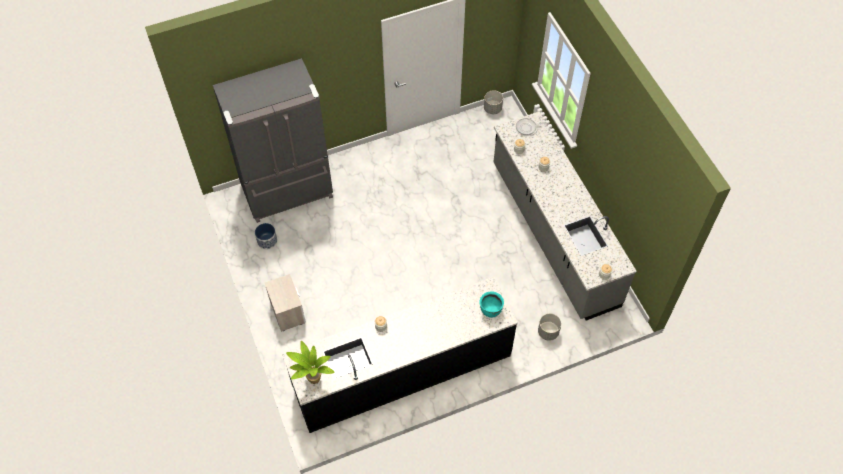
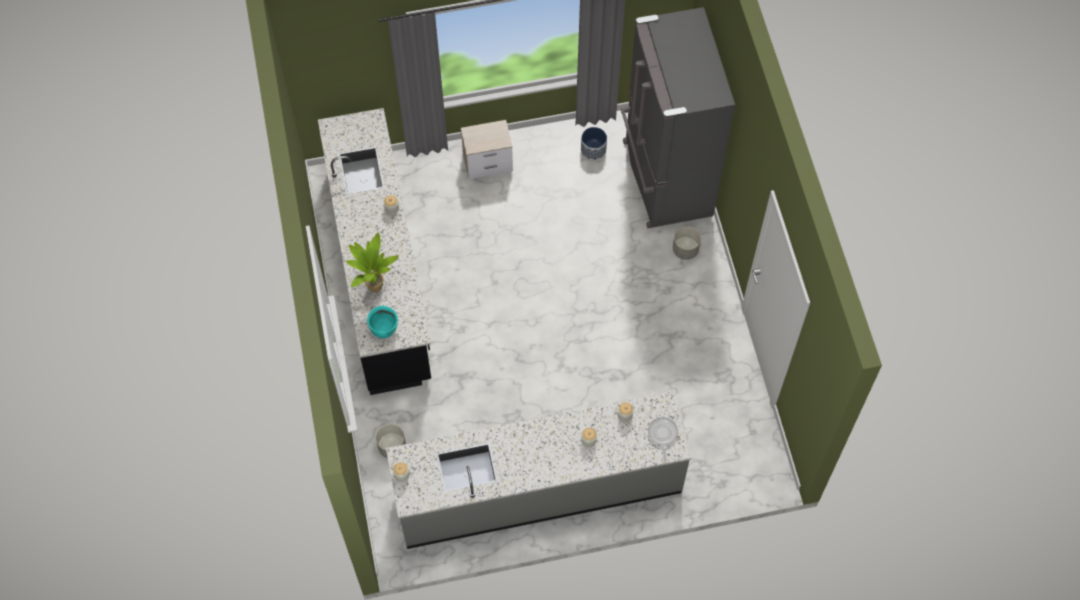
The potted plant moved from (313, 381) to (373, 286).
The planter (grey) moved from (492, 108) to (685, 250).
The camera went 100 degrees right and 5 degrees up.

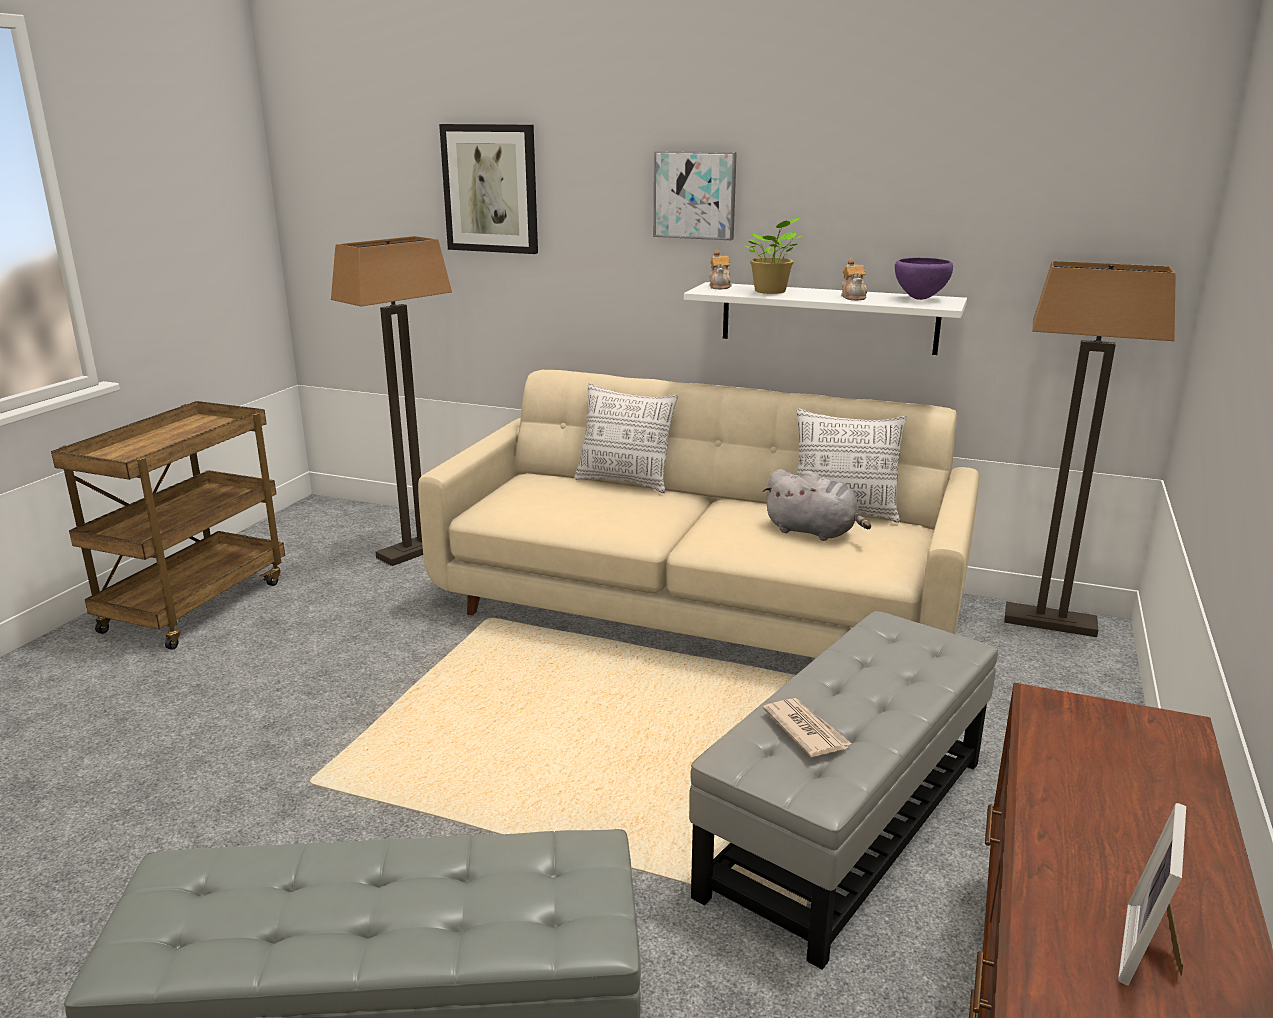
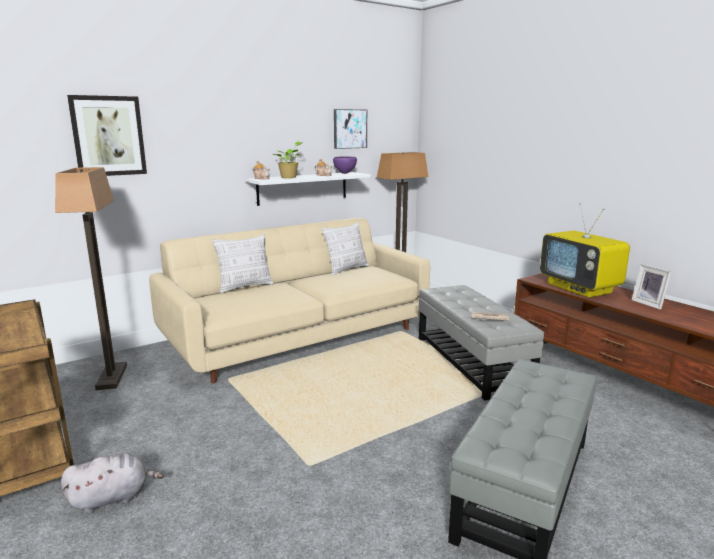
The television at (580, 288) appeared.
The picture moved from (695, 195) to (349, 129).
The plush toy (grey) moved from (814, 532) to (113, 498).
The camera went 55 degrees left and 5 degrees down.

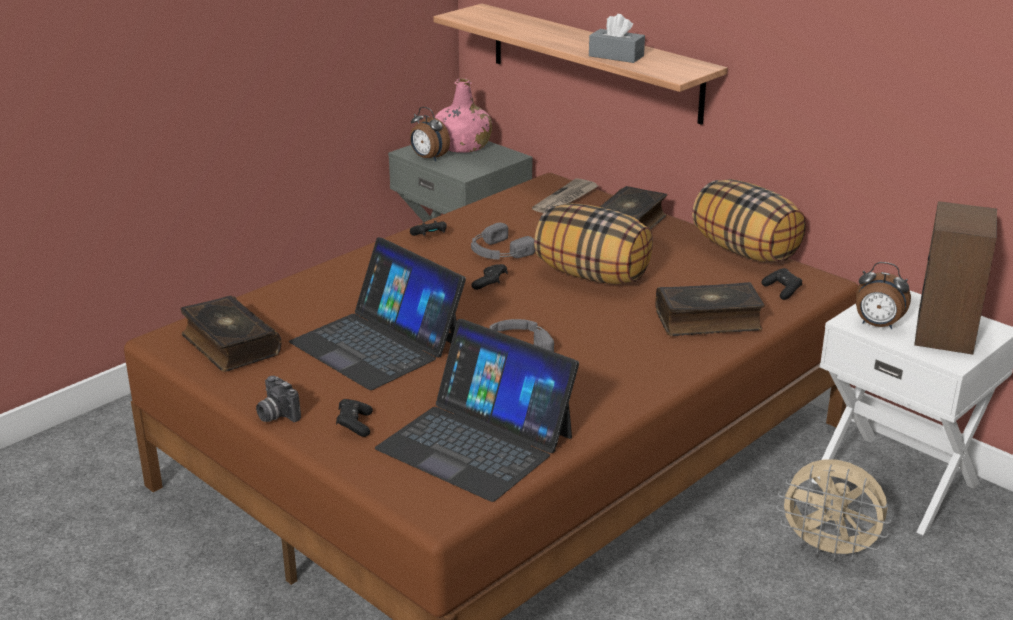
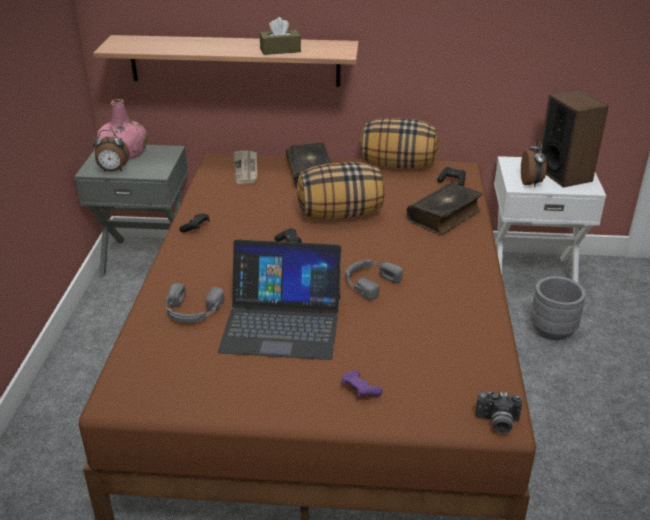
The book at (229, 345) disappeared.
The laptop at (476, 442) disappeared.
The photo camera moved from (276, 415) to (497, 423).
The headphones (grey) moved from (498, 251) to (192, 311).
The fan (beige) at (829, 550) was replaced by the planter (grey) at (552, 330).
The game controller (black) at (354, 425) became the game controller (purple) at (359, 391).
The tissue box (grey) at (616, 56) became the tissue box (brown) at (280, 50).
The alarm clock at (877, 325) turned 75 degrees counterclockwise.
The camera went 40 degrees left and 5 degrees up.

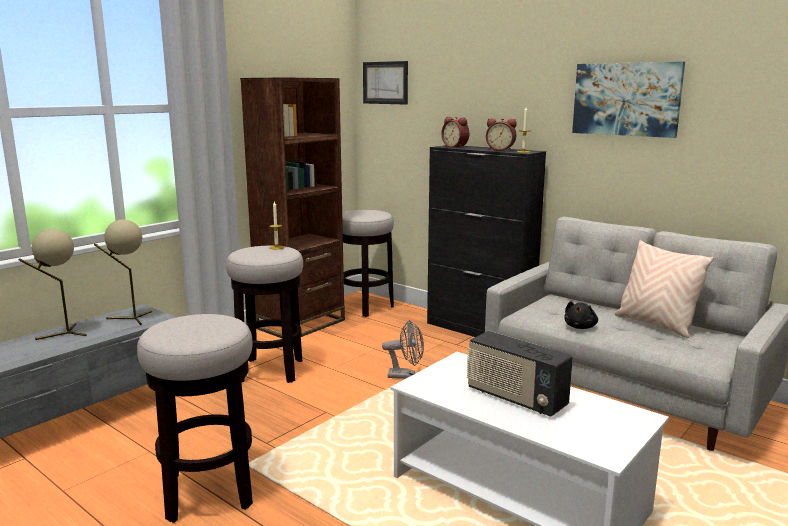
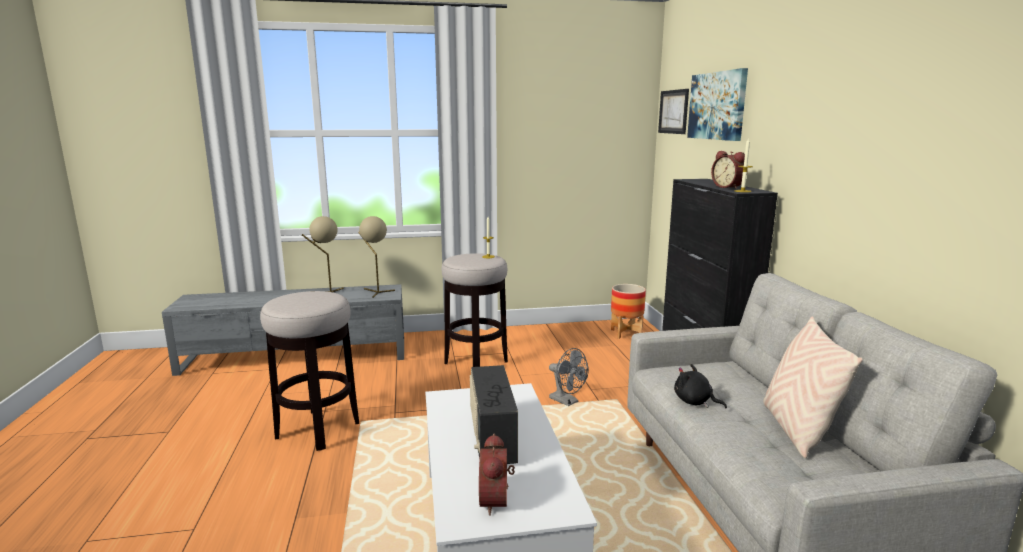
The bookcase (brown) at (301, 324) disappeared.
The alarm clock moved from (456, 147) to (497, 501).
The picture moved from (626, 99) to (717, 106).
The stool at (365, 307) was replaced by the planter at (626, 333).
The plush toy (black) at (580, 327) turned 60 degrees clockwise.
The camera went 40 degrees right and 0 degrees up.

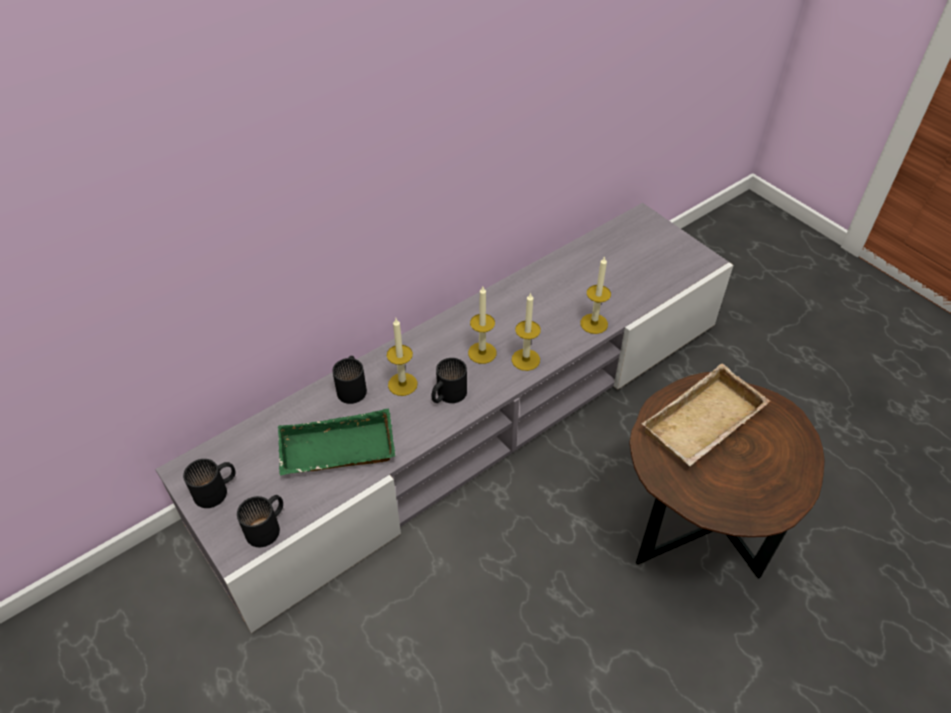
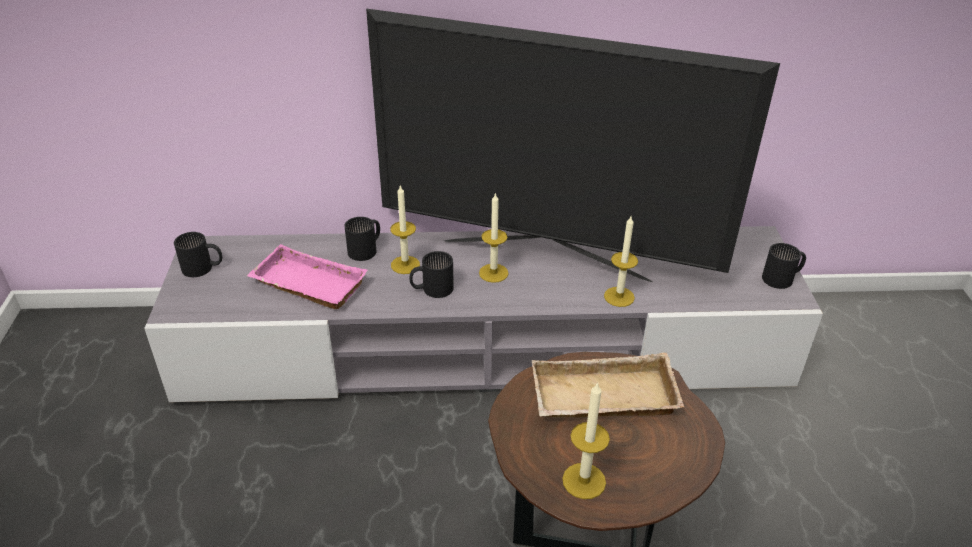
The television at (546, 258) appeared.
The mug (black) moved from (268, 527) to (783, 278).
The candle moved from (525, 359) to (584, 481).
The tray (green) at (336, 452) became the tray (pink) at (306, 285).
The camera went 35 degrees right and 10 degrees down.

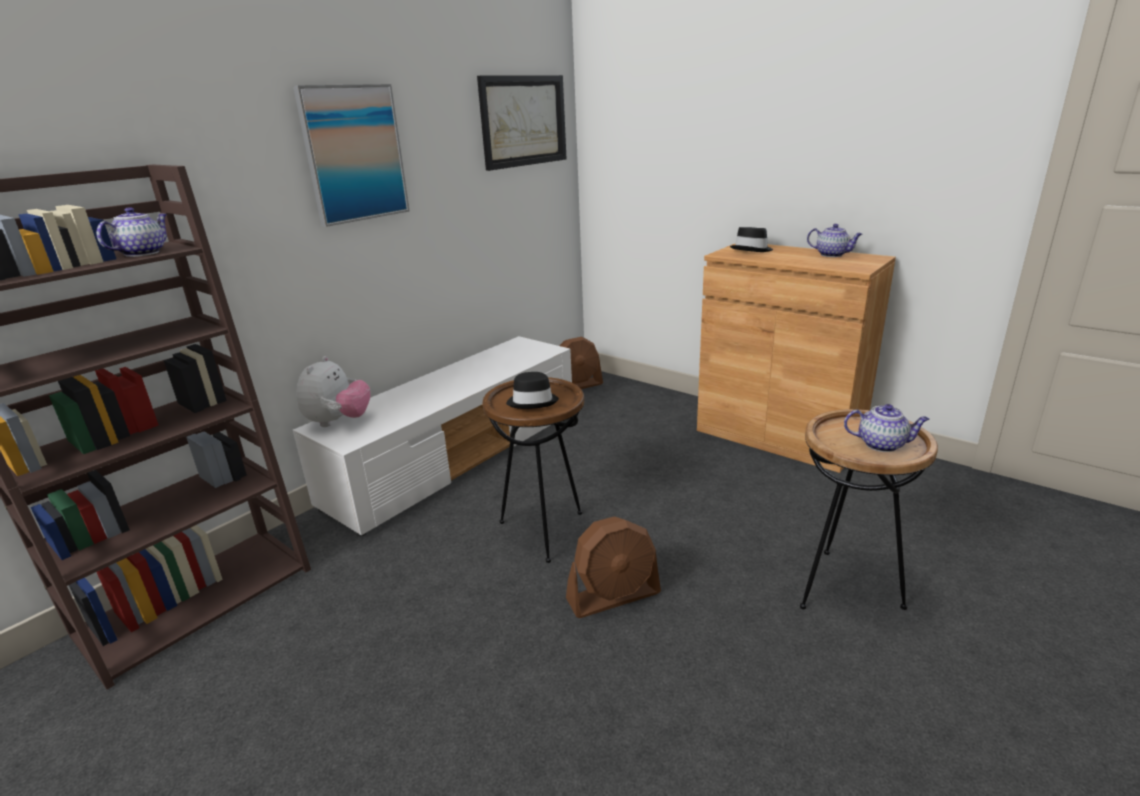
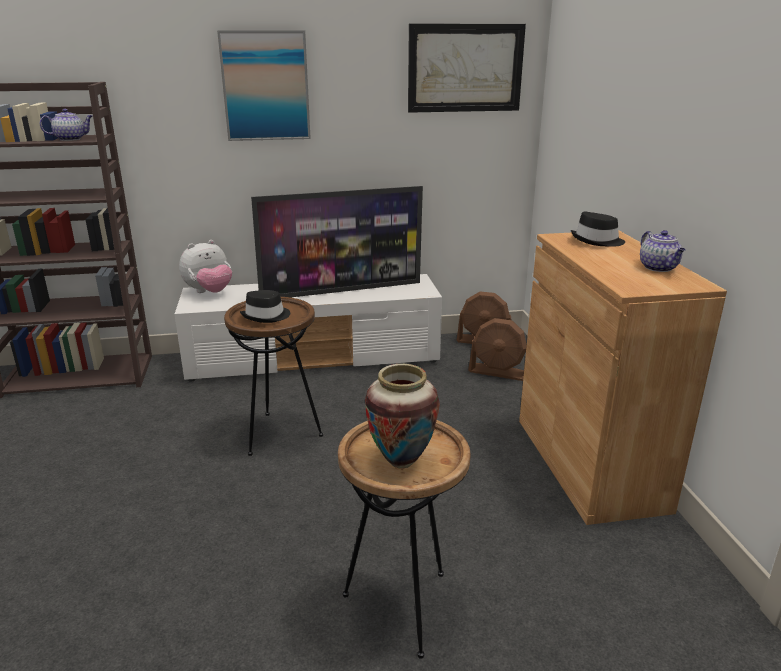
The television at (342, 291) appeared.
The fan (brown) moved from (614, 596) to (499, 372).
The teapot at (882, 444) was replaced by the vase at (401, 462).
The camera went 40 degrees right and 0 degrees up.

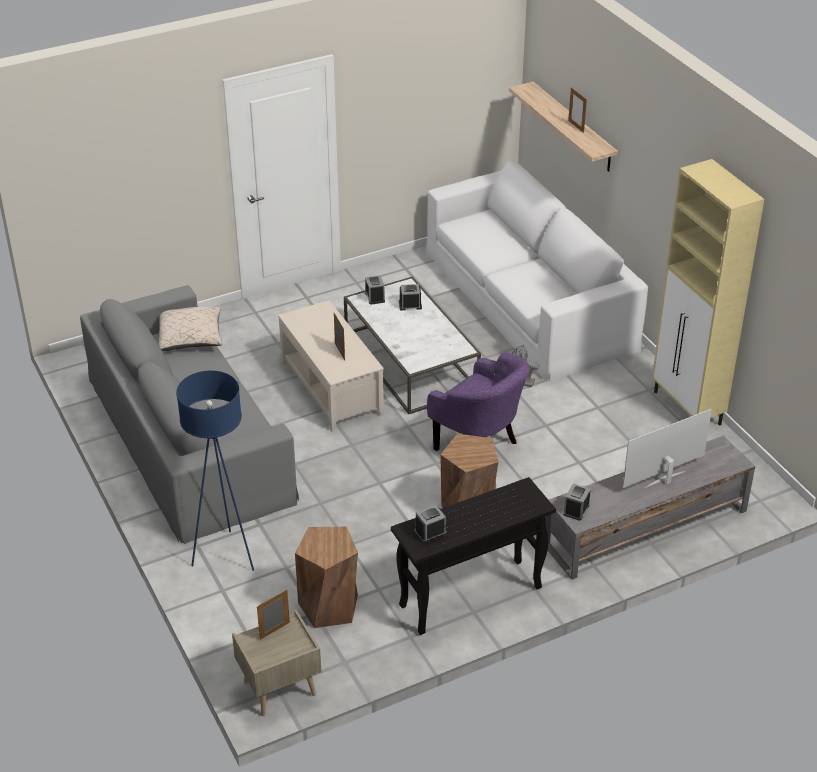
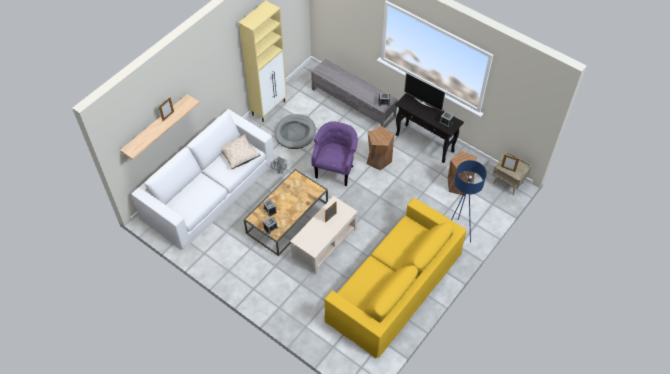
The dog bed (grey) at (295, 133) appeared.
The pillow (beige) moved from (191, 338) to (239, 155).
The television moved from (665, 480) to (423, 102).
The sofa (grey) at (188, 438) became the sofa (yellow) at (394, 286).
The coffee table (white) at (411, 362) became the coffee table (brown) at (287, 218).
The camera went 115 degrees left and 15 degrees up.

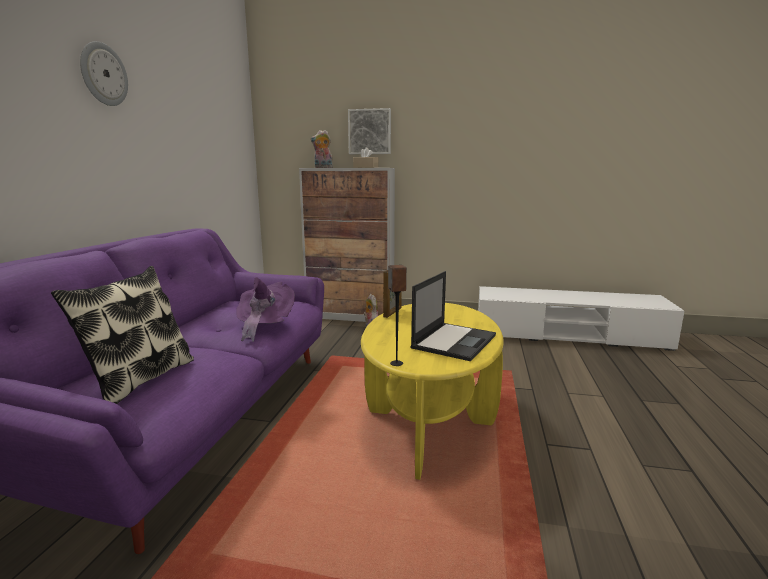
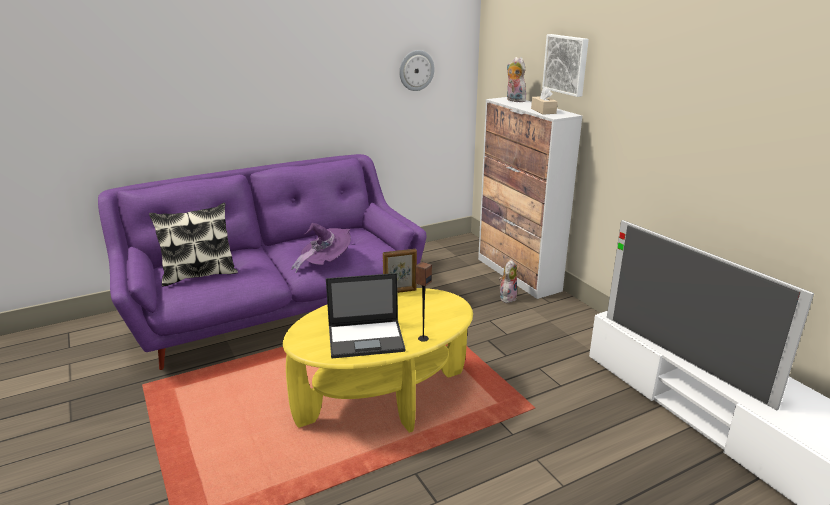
The television at (682, 358) appeared.
The wall clock moved from (103, 74) to (416, 70).
The speaker moved from (396, 363) to (423, 338).
The camera went 50 degrees right and 10 degrees up.

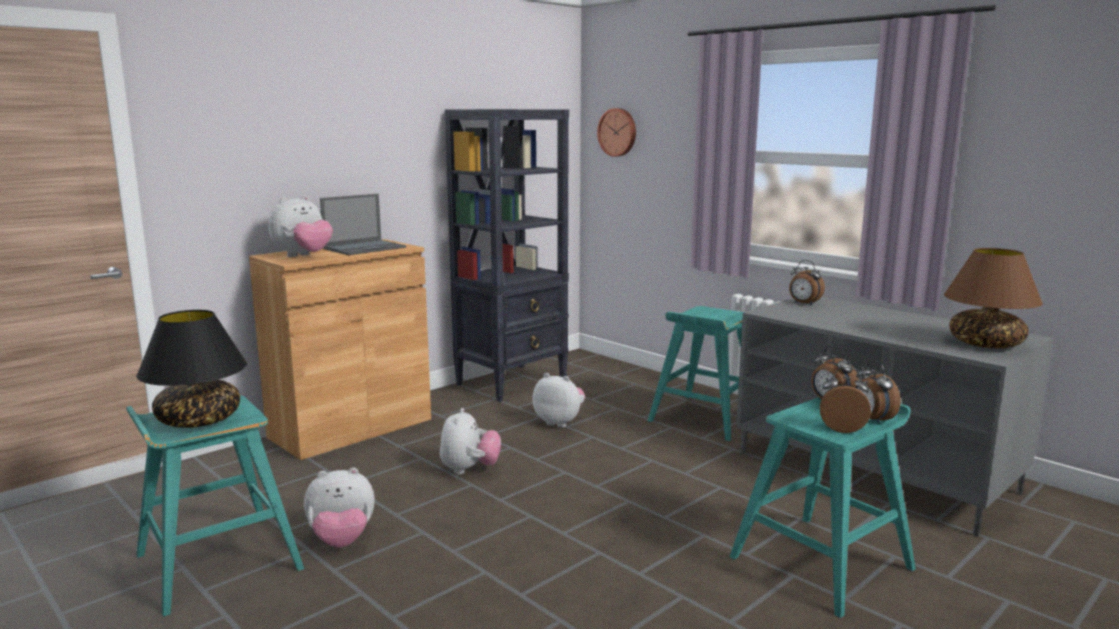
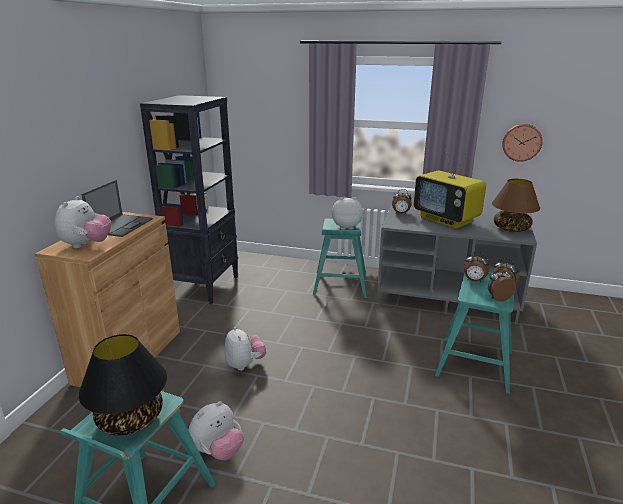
The television at (446, 220) appeared.
The plush toy moved from (559, 422) to (346, 227).
The wall clock moved from (618, 132) to (521, 142).
The camera went 30 degrees left and 10 degrees up.

